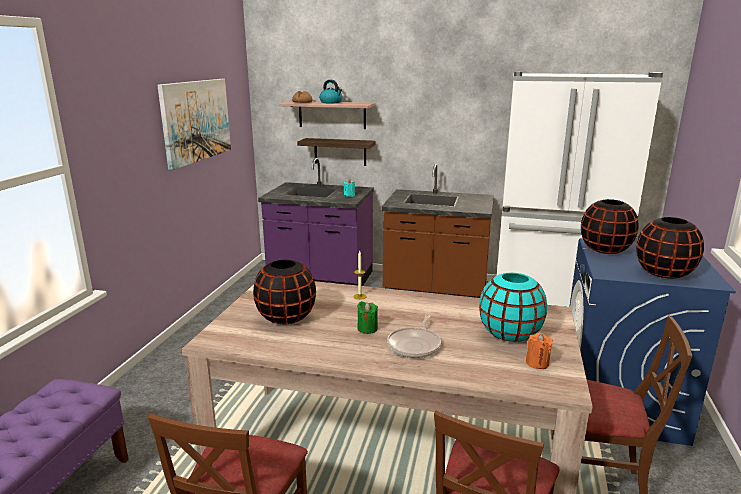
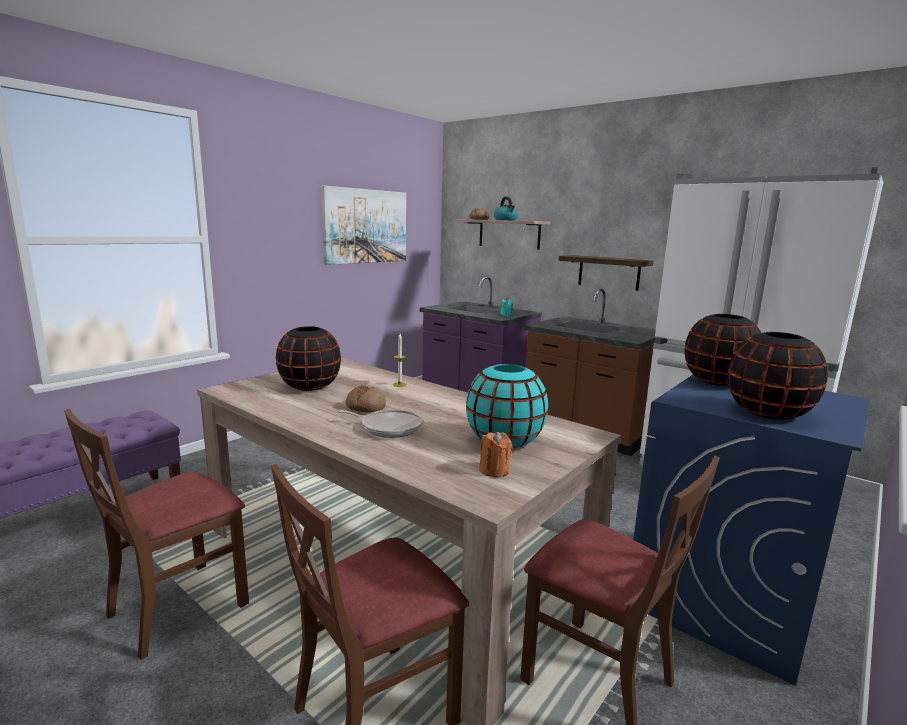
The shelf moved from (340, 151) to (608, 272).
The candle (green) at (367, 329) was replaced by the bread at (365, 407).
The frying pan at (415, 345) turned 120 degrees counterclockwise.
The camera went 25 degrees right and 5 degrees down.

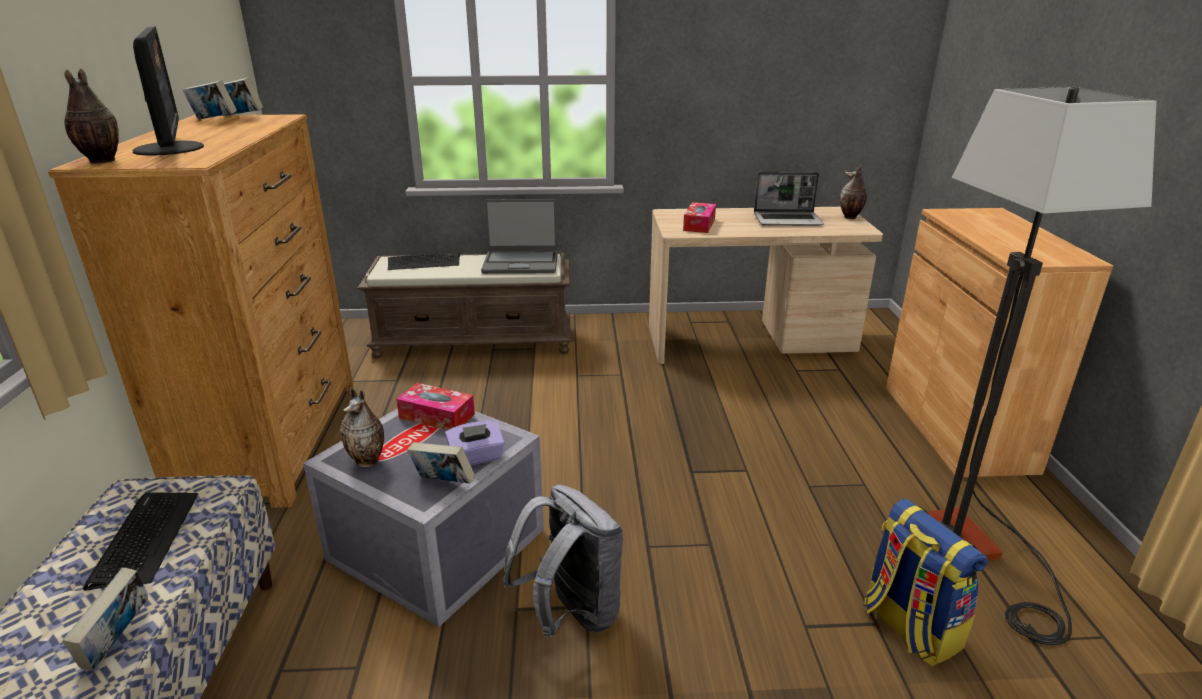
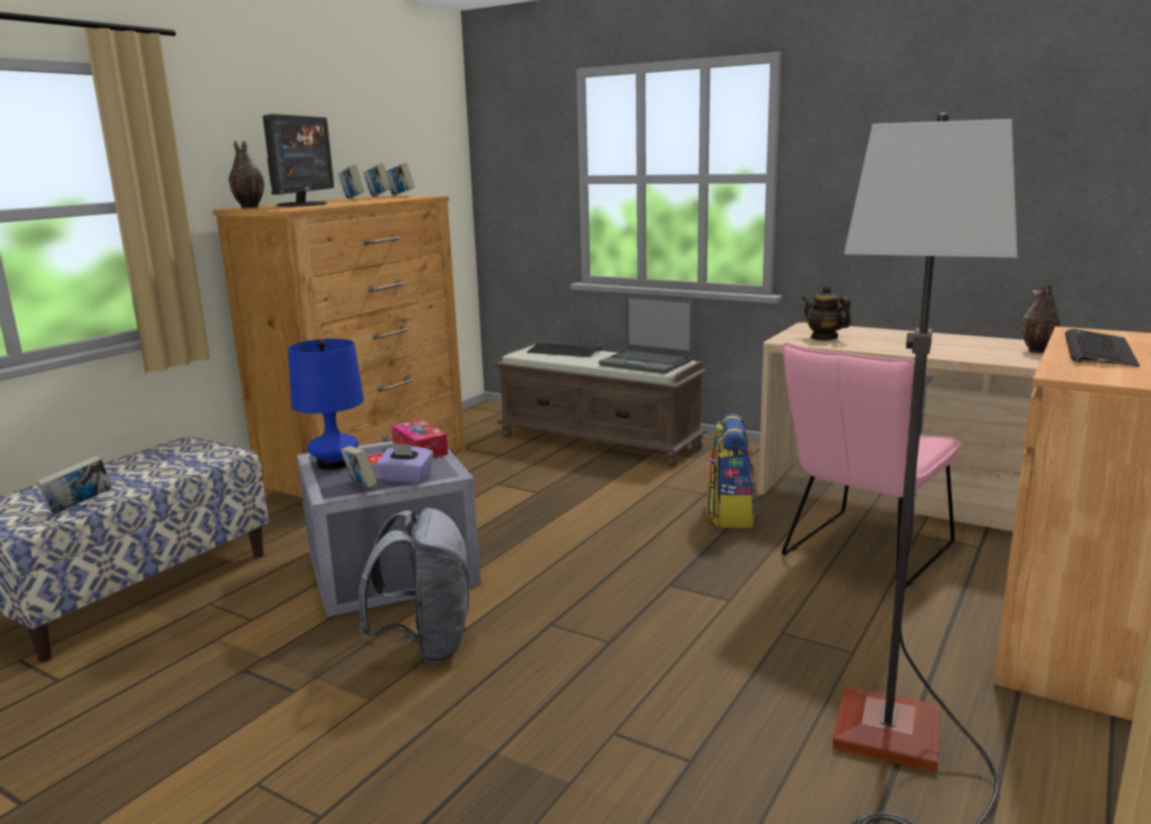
The laptop at (788, 220) disappeared.
The book at (352, 199) appeared.
The chair (pink) at (862, 554) appeared.
The keyboard moved from (145, 538) to (1097, 350).
The backpack moved from (908, 627) to (730, 514).
The vase at (368, 461) was replaced by the table lamp (blue) at (335, 463).
The tissue box at (699, 225) was replaced by the teapot at (824, 337).
The camera went 35 degrees right and 10 degrees down.

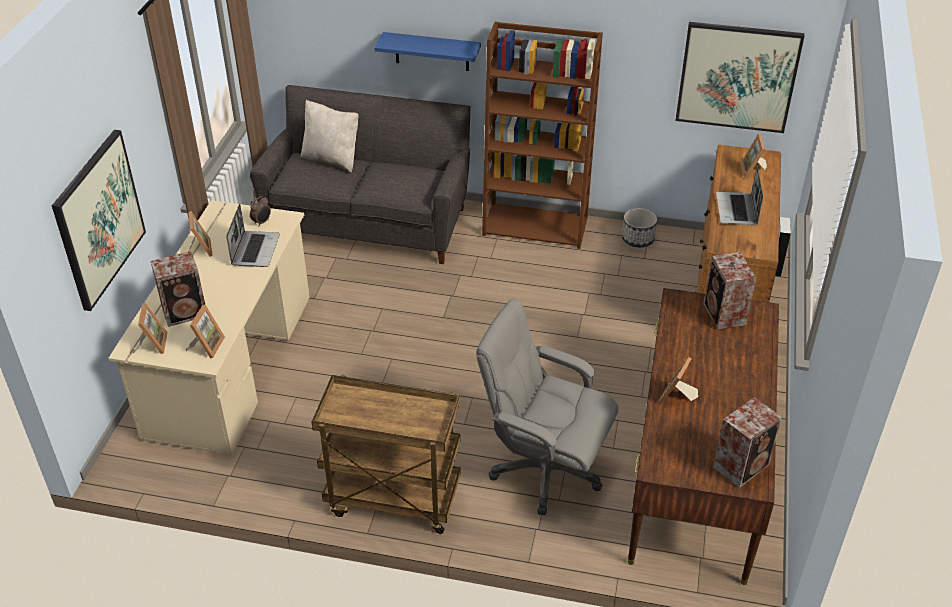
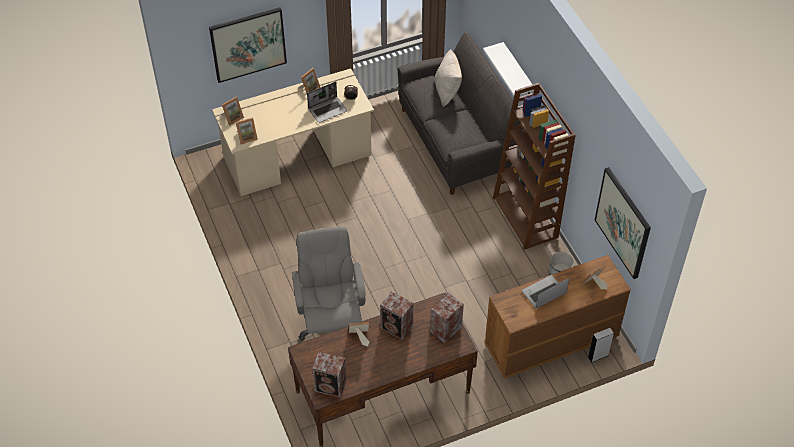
The cart (brown) at (392, 500) disappeared.
The speaker moved from (186, 312) to (397, 328).
The shelf (blue) at (432, 51) became the shelf (white) at (518, 73).
The camera went 55 degrees right and 10 degrees up.

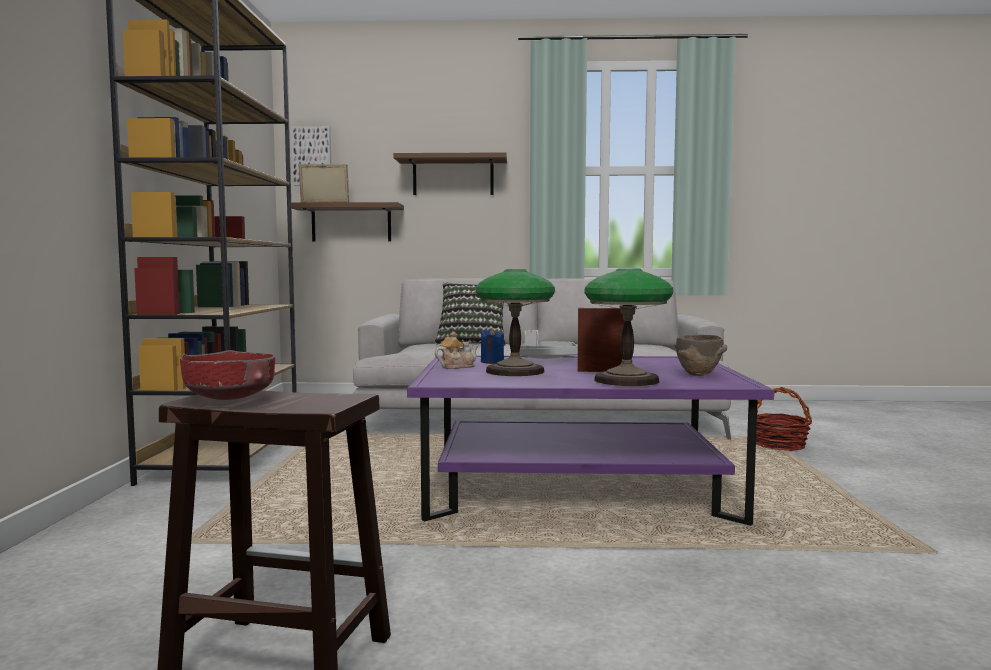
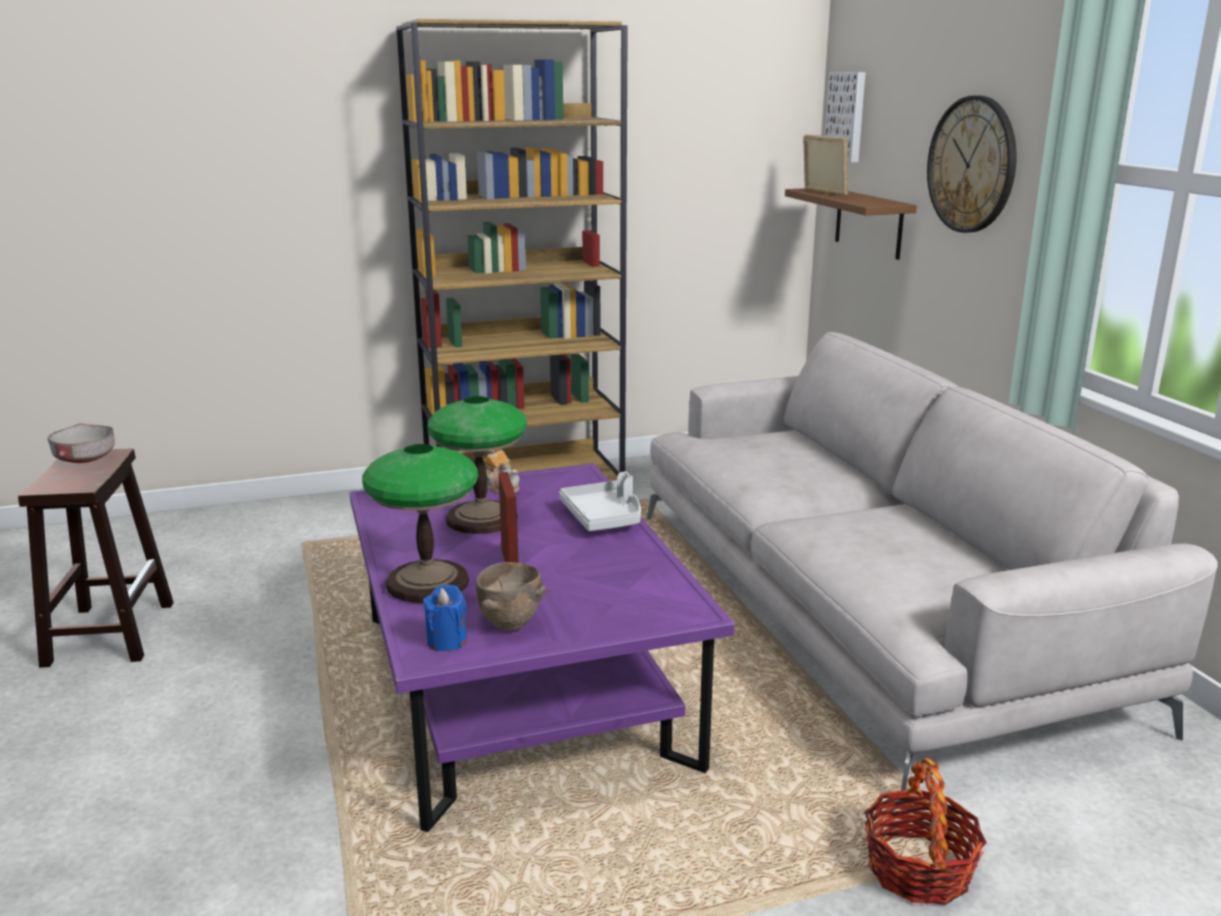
The pillow at (472, 343) disappeared.
The candle (blue) moved from (492, 362) to (447, 641).
The shelf (brown) at (453, 176) was replaced by the wall clock at (972, 165).
The bowl (red) at (229, 397) became the bowl (grey) at (85, 459).
The camera went 70 degrees right and 15 degrees up.

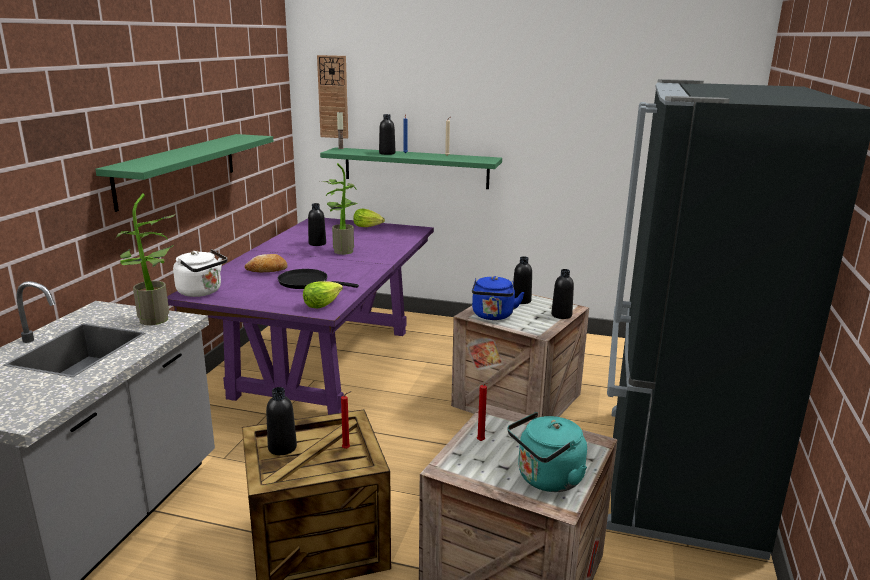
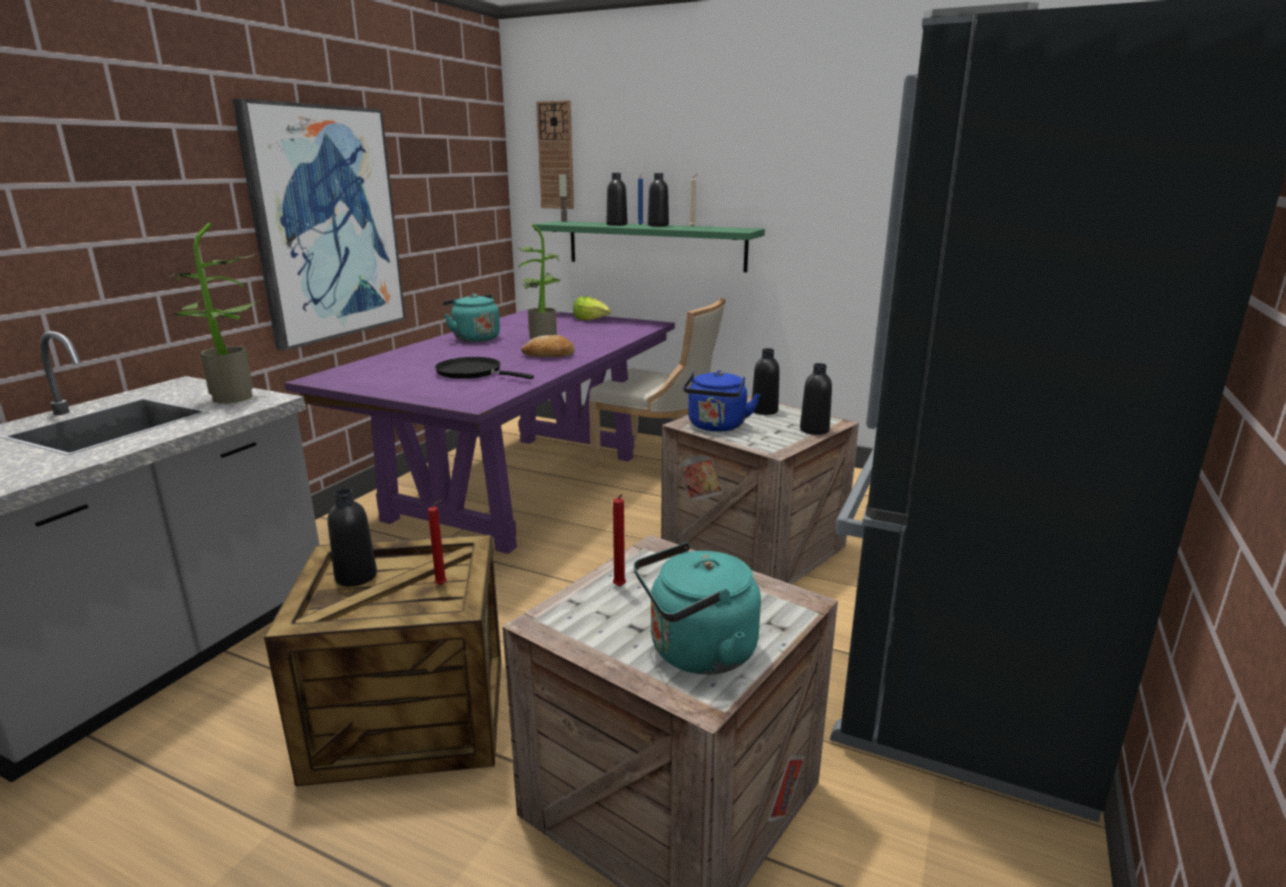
The kettle (white) at (202, 292) disappeared.
The lettuce at (322, 304) disappeared.
The kettle (turquoise) at (474, 338) appeared.
The chair (beige) at (658, 462) appeared.
The bread moved from (267, 270) to (549, 356).
The bottle (black) moved from (317, 243) to (658, 225).
The shelf (green) at (178, 169) was replaced by the picture at (326, 224).
The camera went 10 degrees right and 0 degrees up.

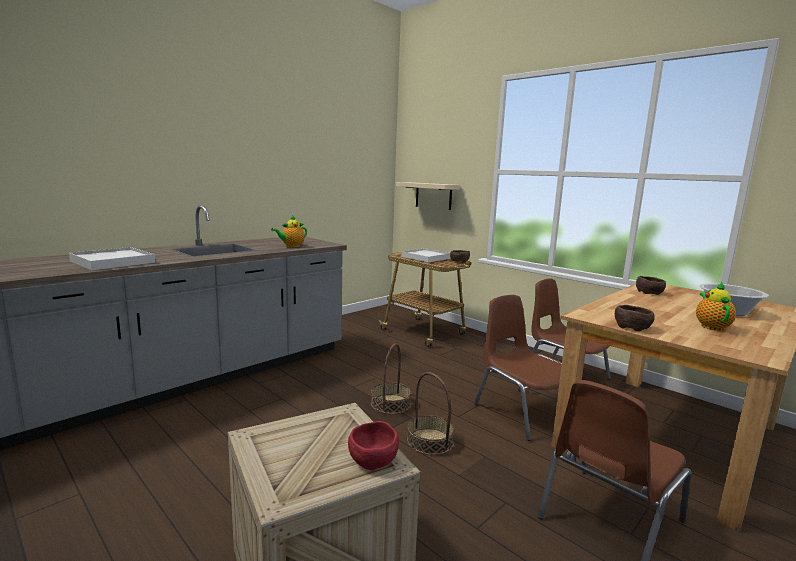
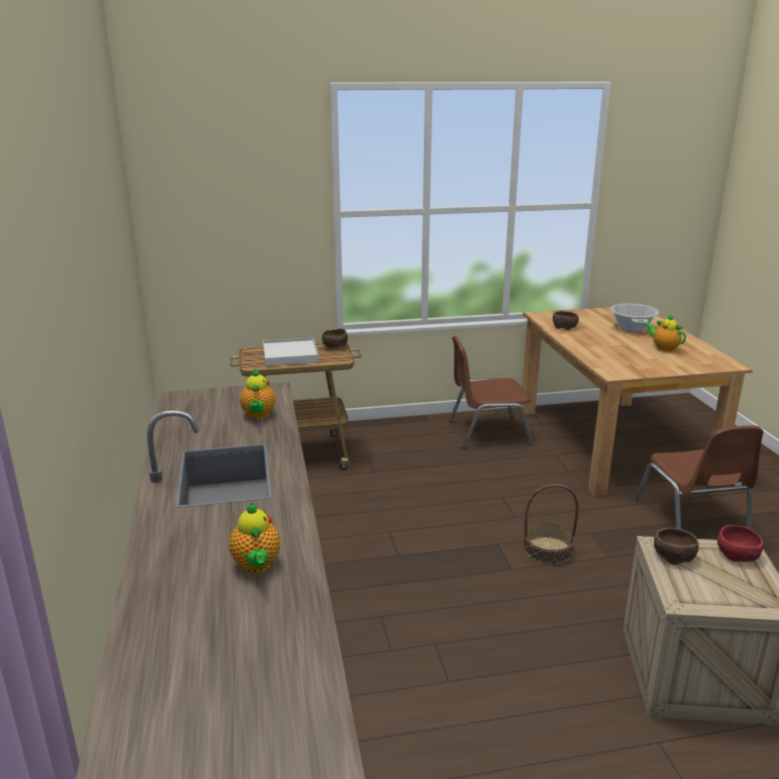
The basket at (390, 404) disappeared.
The shelf (beige) at (433, 196) disappeared.
The chair (brown) at (523, 411) disappeared.
The bowl (brown) moved from (631, 327) to (672, 555).
The tray (white) at (113, 262) was replaced by the teapot at (257, 566).
The camera went 55 degrees left and 10 degrees up.

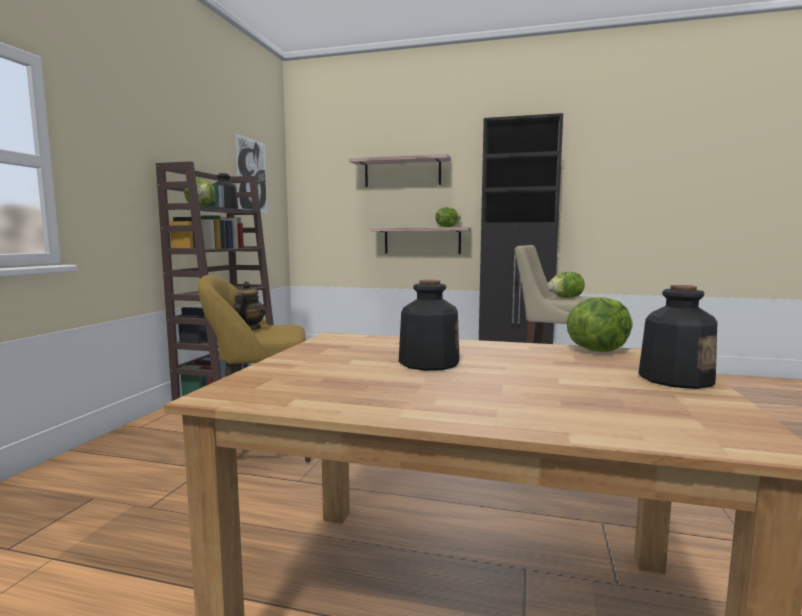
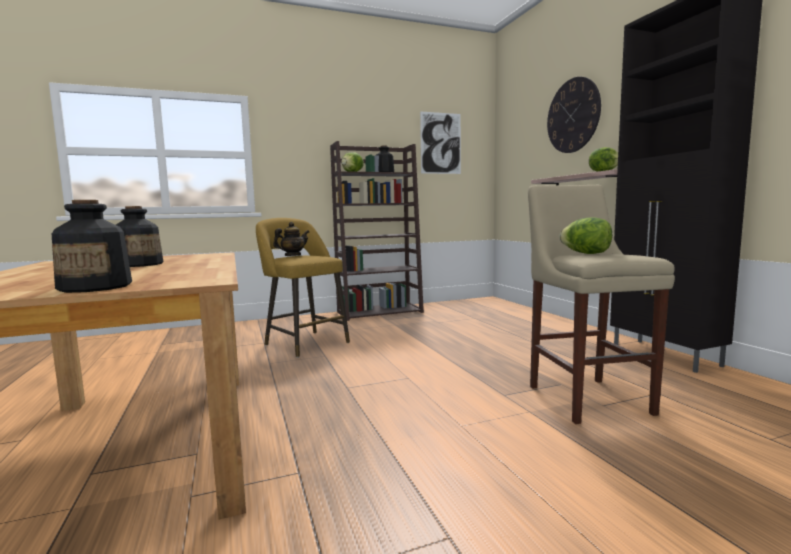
The lettuce at (597, 350) disappeared.
The shelf at (402, 172) was replaced by the wall clock at (573, 115).
The camera went 55 degrees right and 0 degrees up.

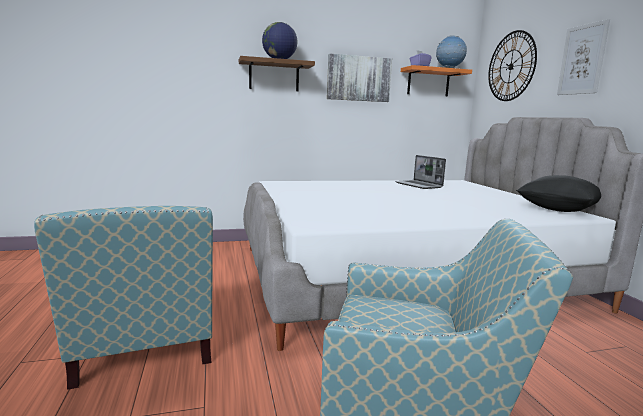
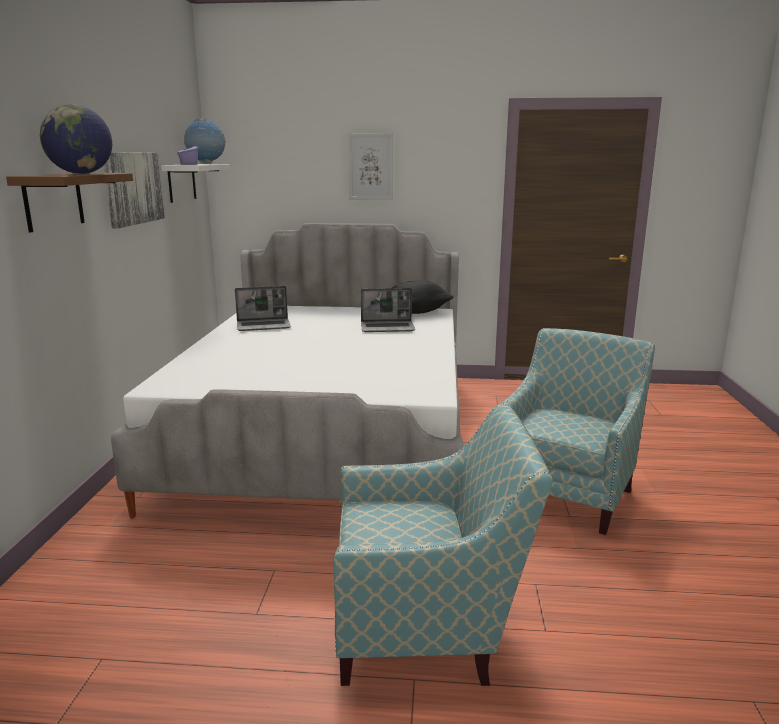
The wall clock at (511, 66) disappeared.
The laptop at (388, 328) appeared.
The shelf (orange) at (428, 82) became the shelf (white) at (181, 182).
The camera went 70 degrees left and 5 degrees up.

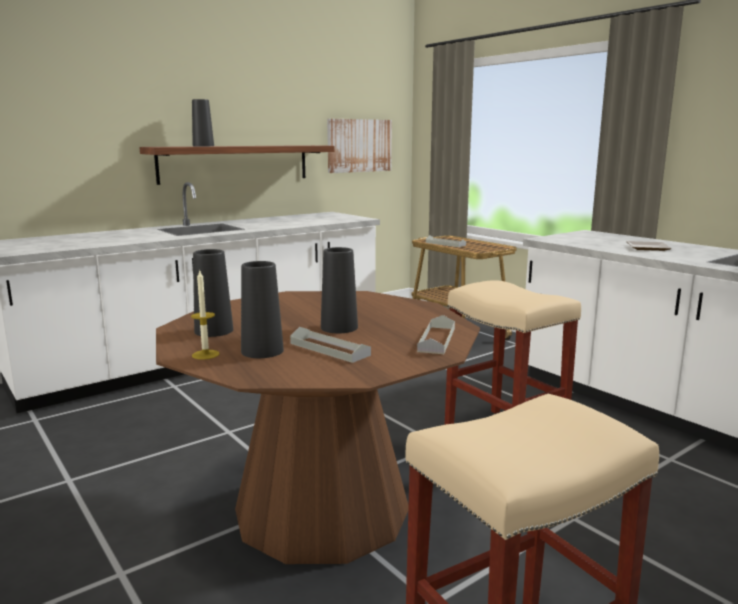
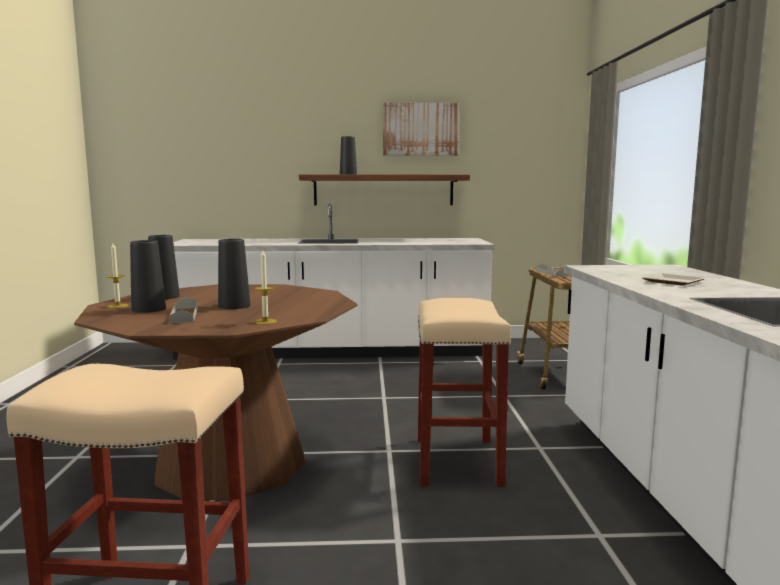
The picture moved from (359, 145) to (421, 129).
The tray (grey) at (436, 339) was replaced by the candle at (265, 321).
The camera went 35 degrees right and 5 degrees down.

